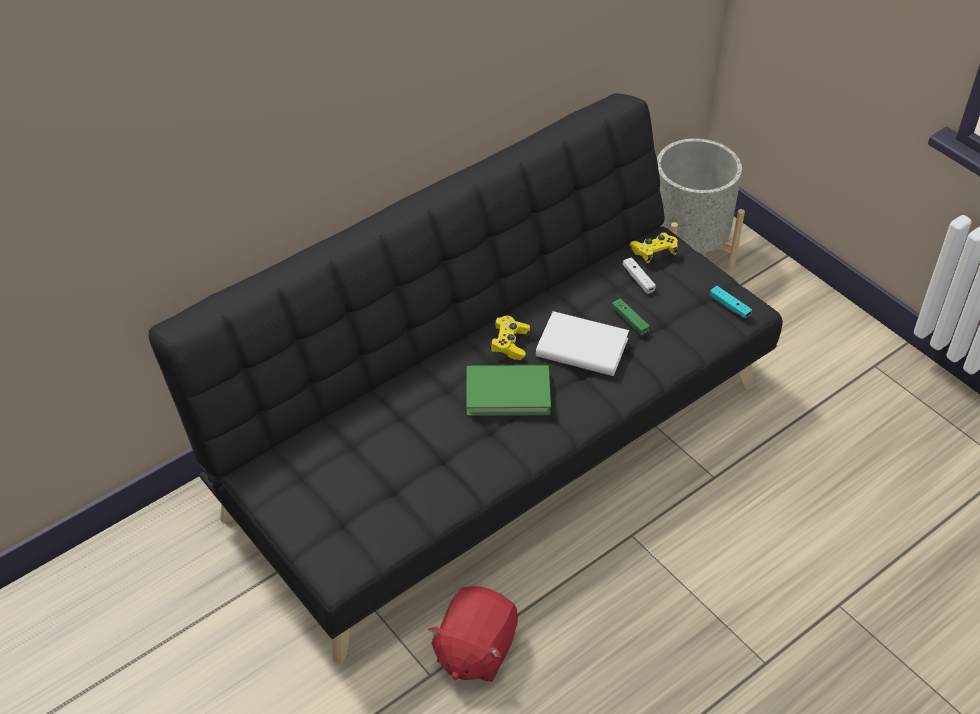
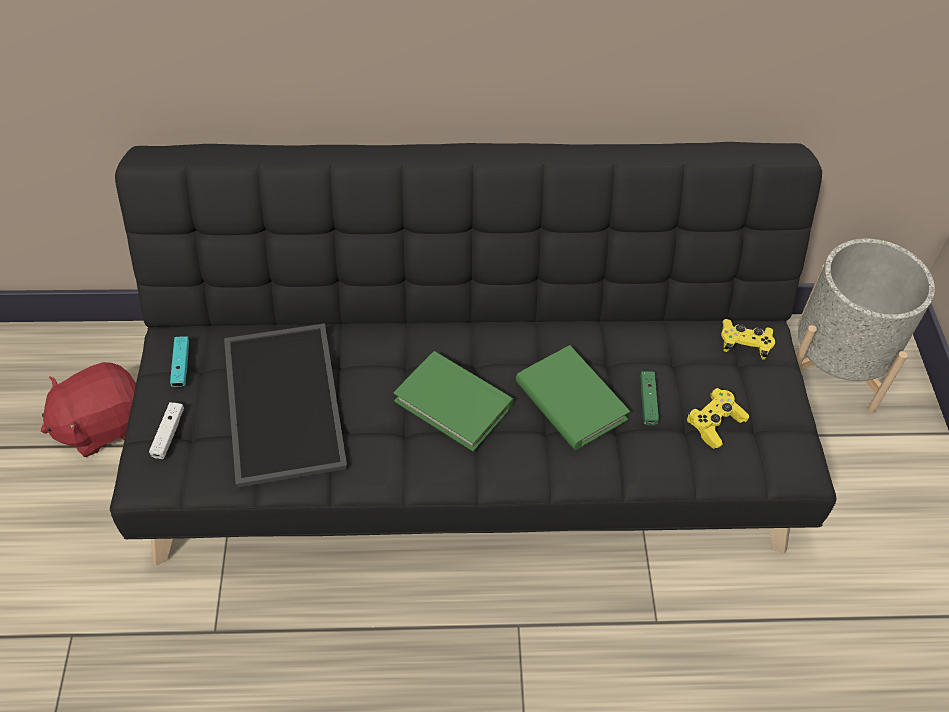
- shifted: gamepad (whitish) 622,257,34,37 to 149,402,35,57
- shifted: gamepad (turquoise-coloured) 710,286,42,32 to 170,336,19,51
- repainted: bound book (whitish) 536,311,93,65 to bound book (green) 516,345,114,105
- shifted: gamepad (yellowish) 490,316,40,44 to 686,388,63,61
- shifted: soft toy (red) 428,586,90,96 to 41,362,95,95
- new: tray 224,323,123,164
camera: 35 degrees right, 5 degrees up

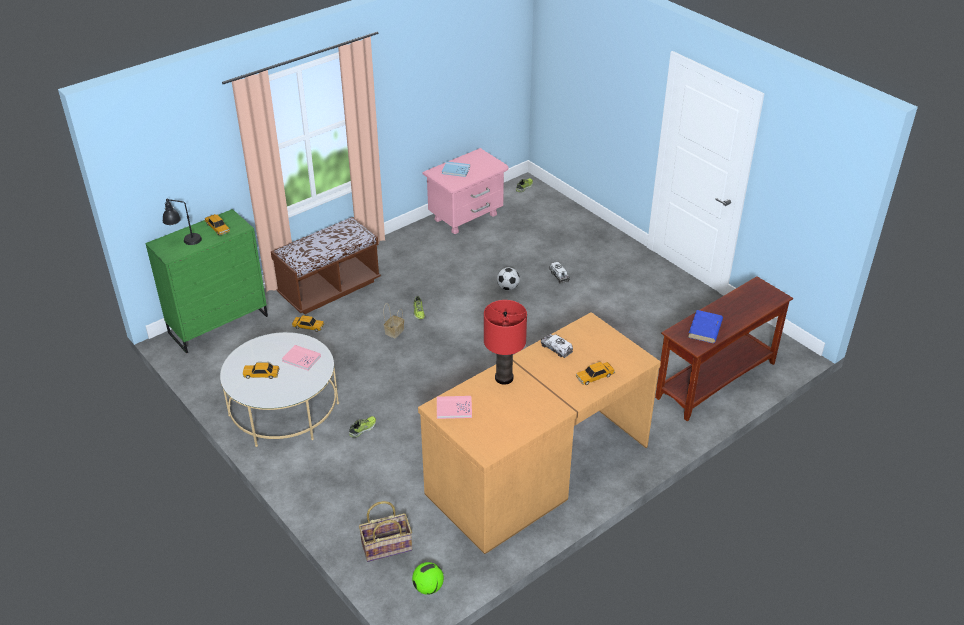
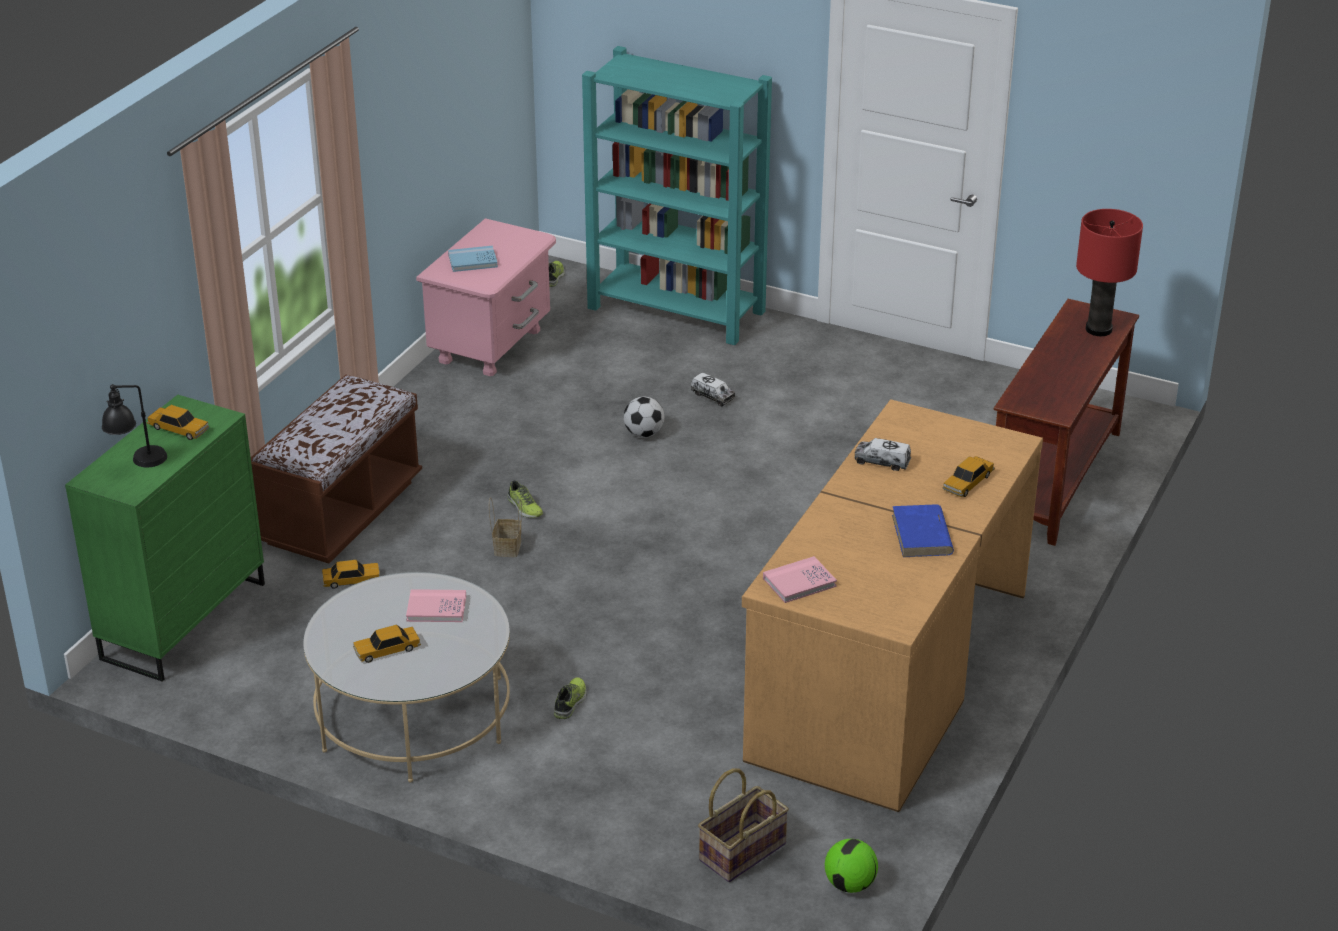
- shifted: table lamp (red) 484,300,43,85 to 1076,209,67,127
- shifted: bound book (blue-coloured) 688,310,35,33 to 892,504,62,53
- new: bookcase (turquoise-coloured) 582,46,190,299
camera: 25 degrees left, 5 degrees down

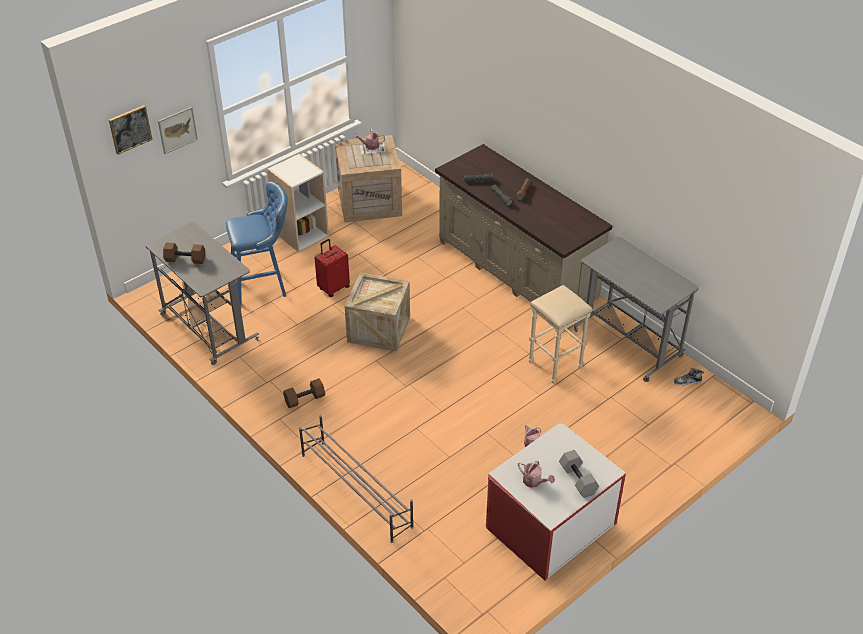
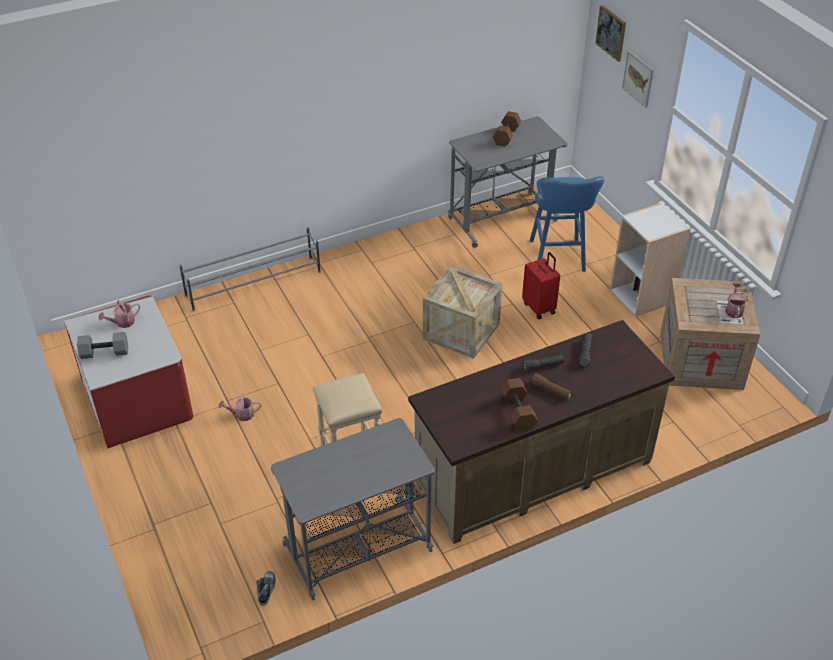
- shifted: dumbbell (brown-coloured) 283,378,42,30 to 501,378,37,54
camera: 105 degrees right, 0 degrees up

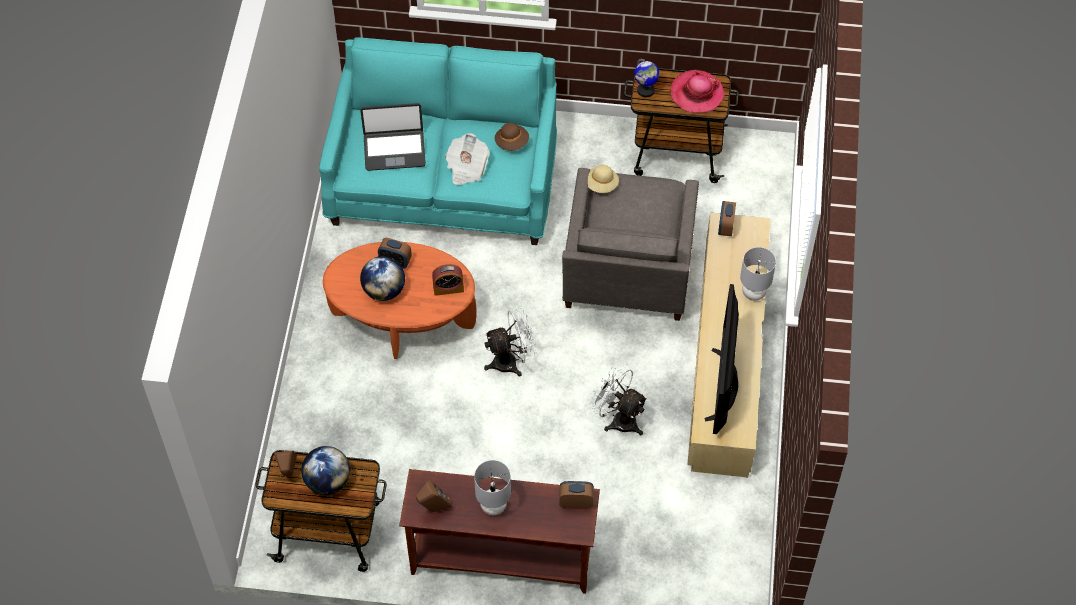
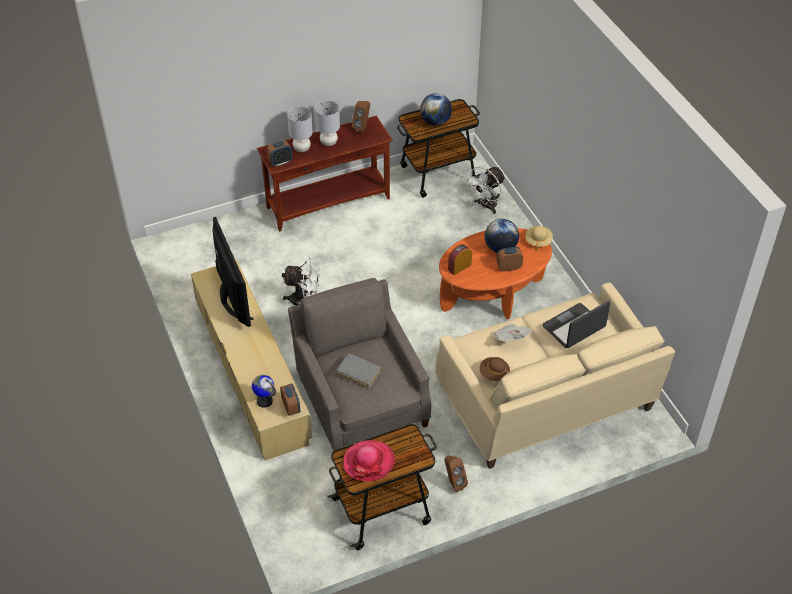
- repainted: sofa (turquoise-coloured) 319,37,238,208 to sofa (beige-coloured) 435,282,240,187
- shifted: desk globe 634,59,25,38 to 252,375,24,33
- shifted: hat (beige-coloured) 588,165,31,28 to 526,226,27,25
- shifted: table lamp (gray) 740,247,36,54 to 287,106,26,46
- shifted: cooling fan (whitish) 484,307,53,69 to 465,167,41,47
- shifted: audio speaker (brown-coloured) 274,451,23,26 to 445,456,23,37
- new: bound book (gray) 337,353,44,36
camera: 150 degrees right, 10 degrees down

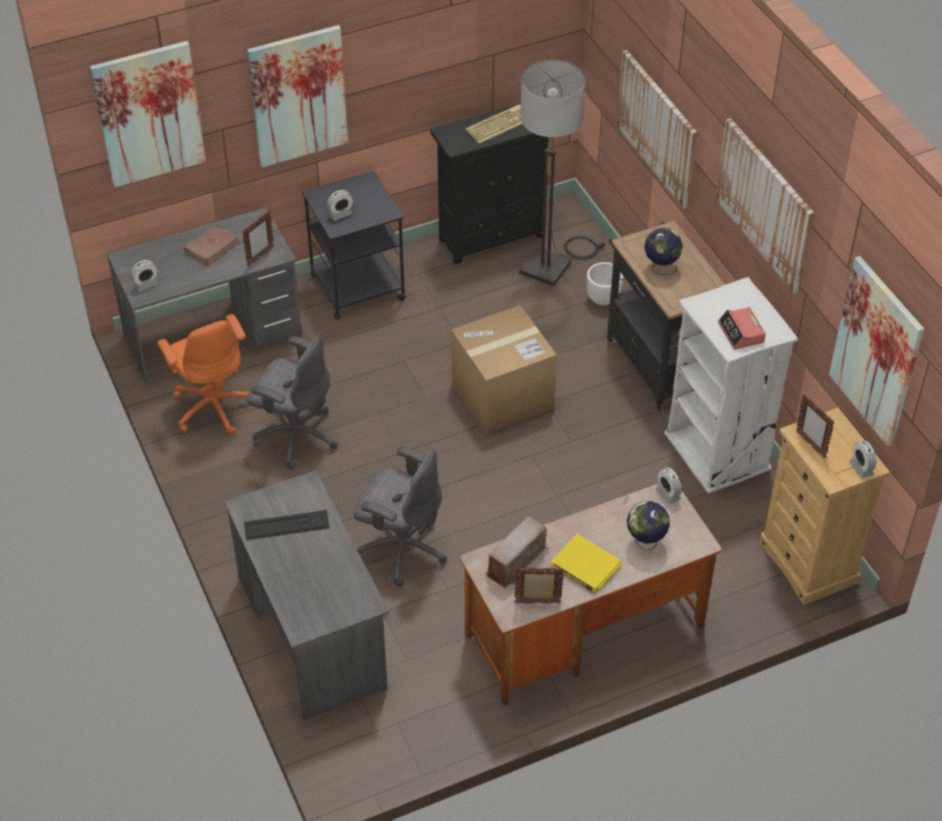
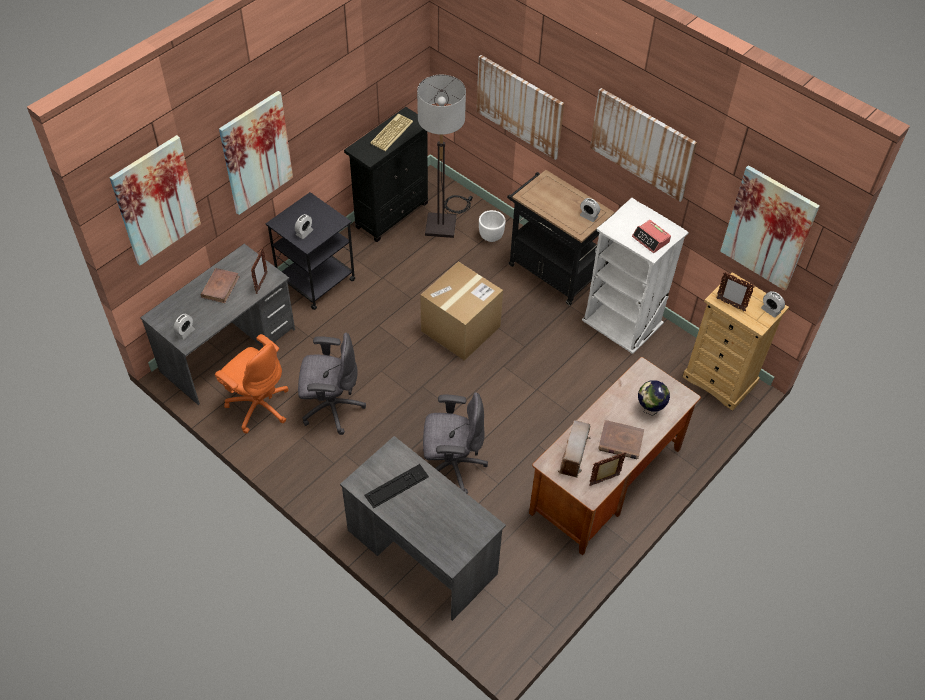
- gone: desk globe 644,228,39,47
- shifted: bedside clock 656,467,26,37 to 580,198,20,24
- repainted: bound book (yellowish) 551,534,70,60 to bound book (brown-coloured) 598,420,46,39
camera: 25 degrees left, 5 degrees up

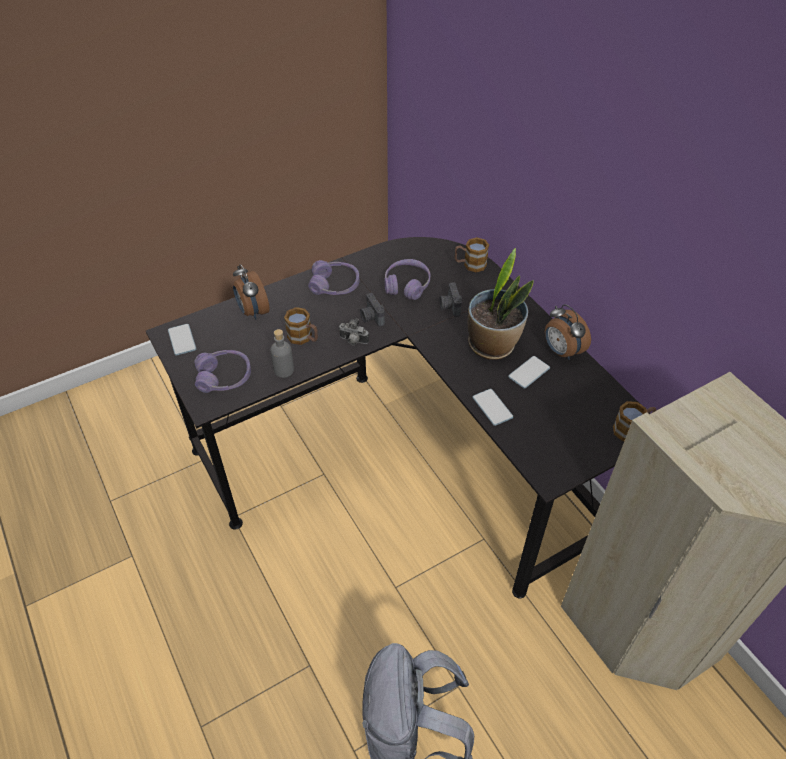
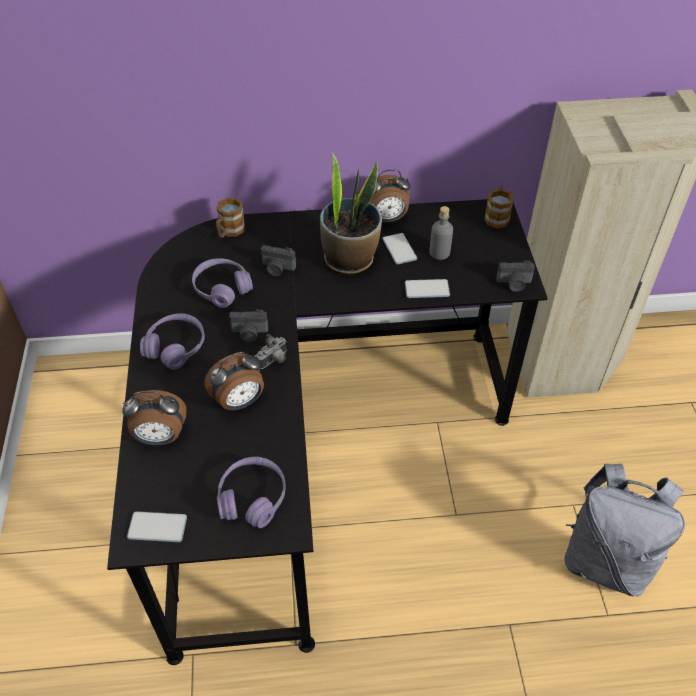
- swapped: tea mug 284,307,34,38 to bedside clock 204,352,60,58
- shifted: bottle (gray) 270,329,24,49 to 429,206,24,54
- new: photo camera 496,261,39,31
camera: 65 degrees left, 0 degrees up

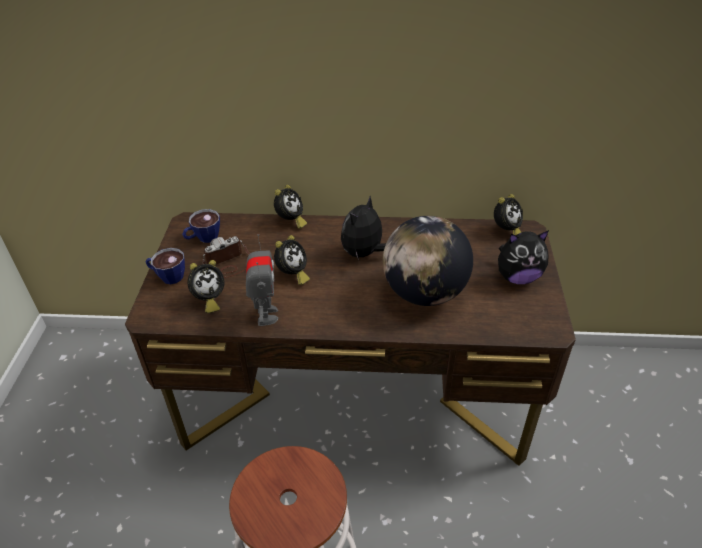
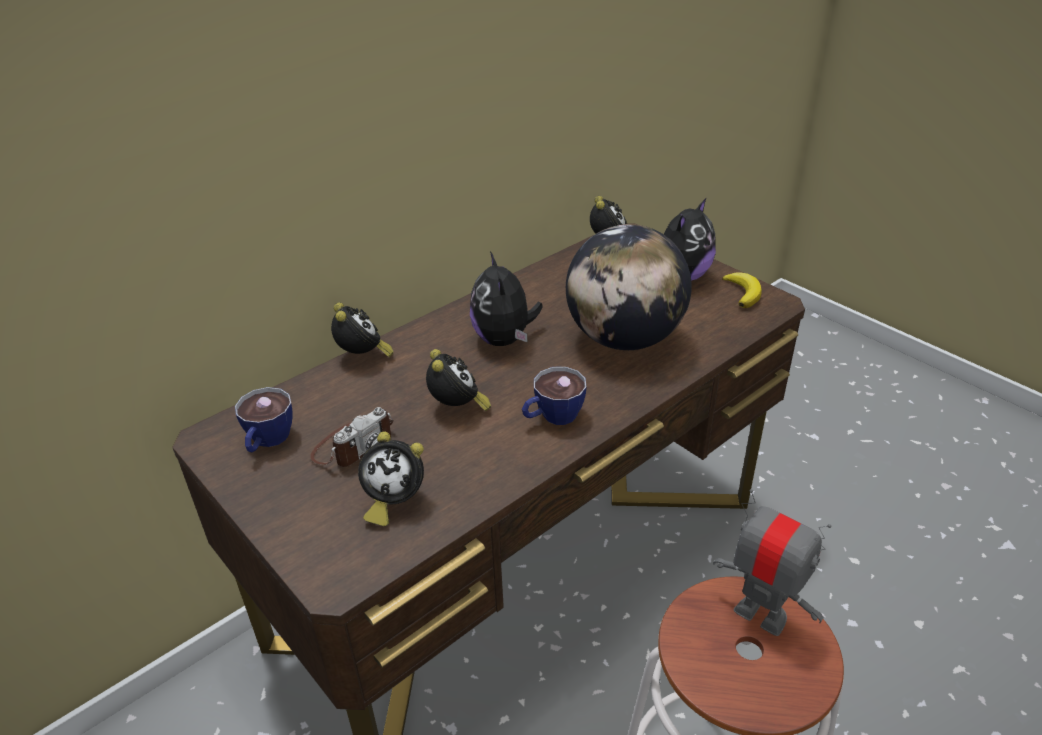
- shifted: robot figure 246,234,32,92 to 713,489,118,147
- rotated: photo camera 202,236,48,42 = 310,407,83,60 150 degrees counterclockwise
- shifted: drinking cup 146,248,39,36 to 522,367,64,58
- rotated: bedside clock 187,260,37,53 = 358,432,66,94 90 degrees clockwise
- new: banana fruit 722,272,40,36
camera: 45 degrees left, 5 degrees down

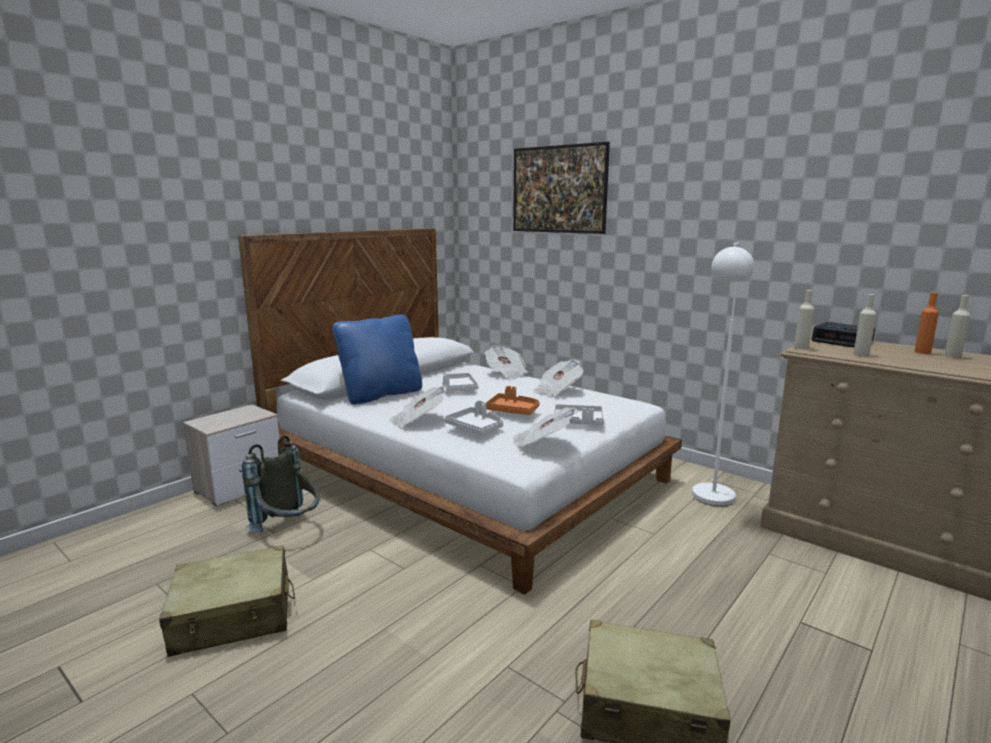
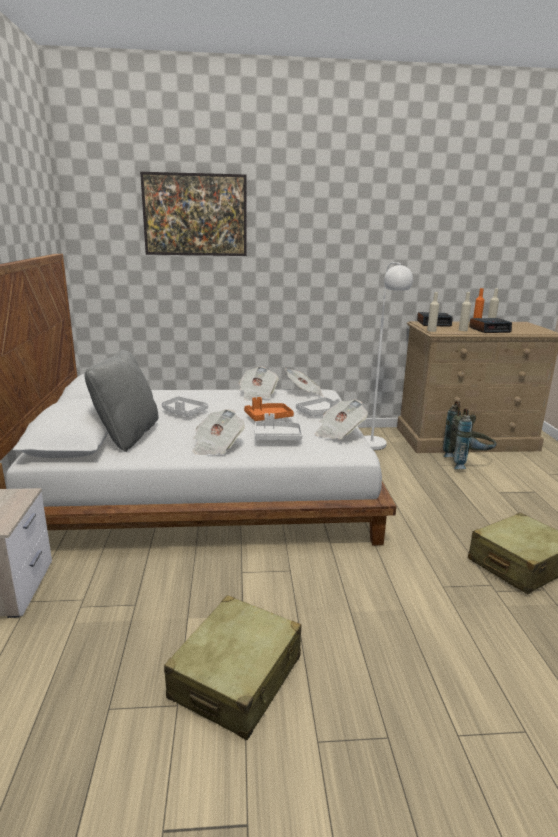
- repainted: throw pillow (blue-coloured) 332,315,90,90 to throw pillow (gray) 84,350,75,102
- shifted: printed paper 485,345,43,35 to 285,369,38,27
- shifted: knapsack (gray) 242,436,78,97 to 443,401,54,68
- new: bedside clock 469,318,43,15
camera: 45 degrees left, 5 degrees up

